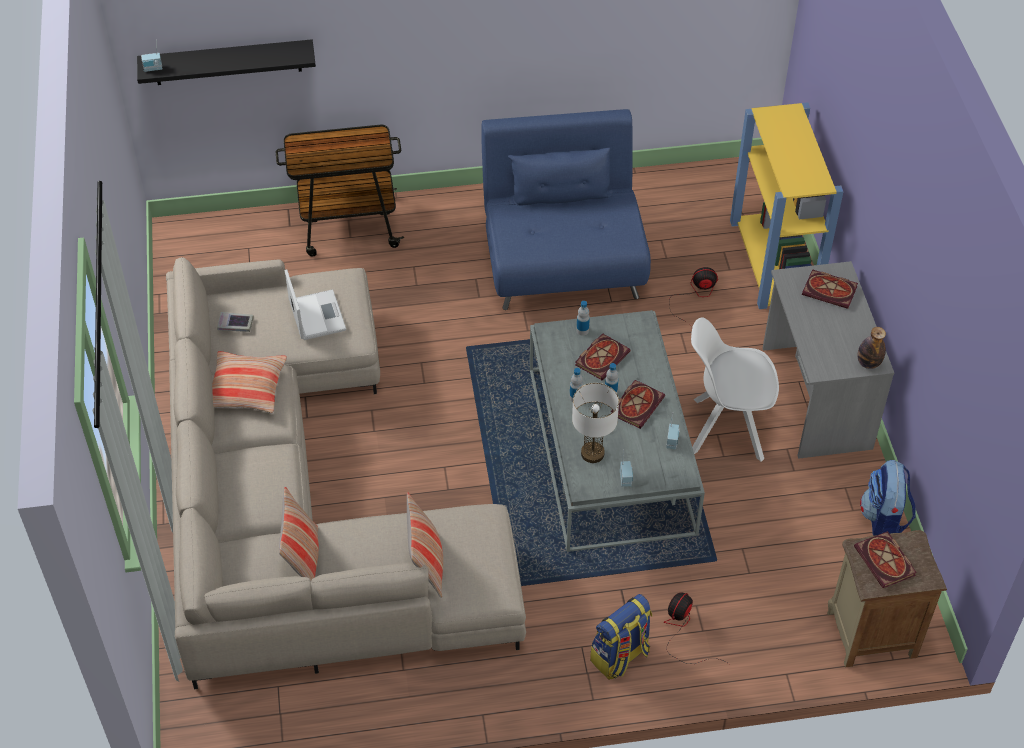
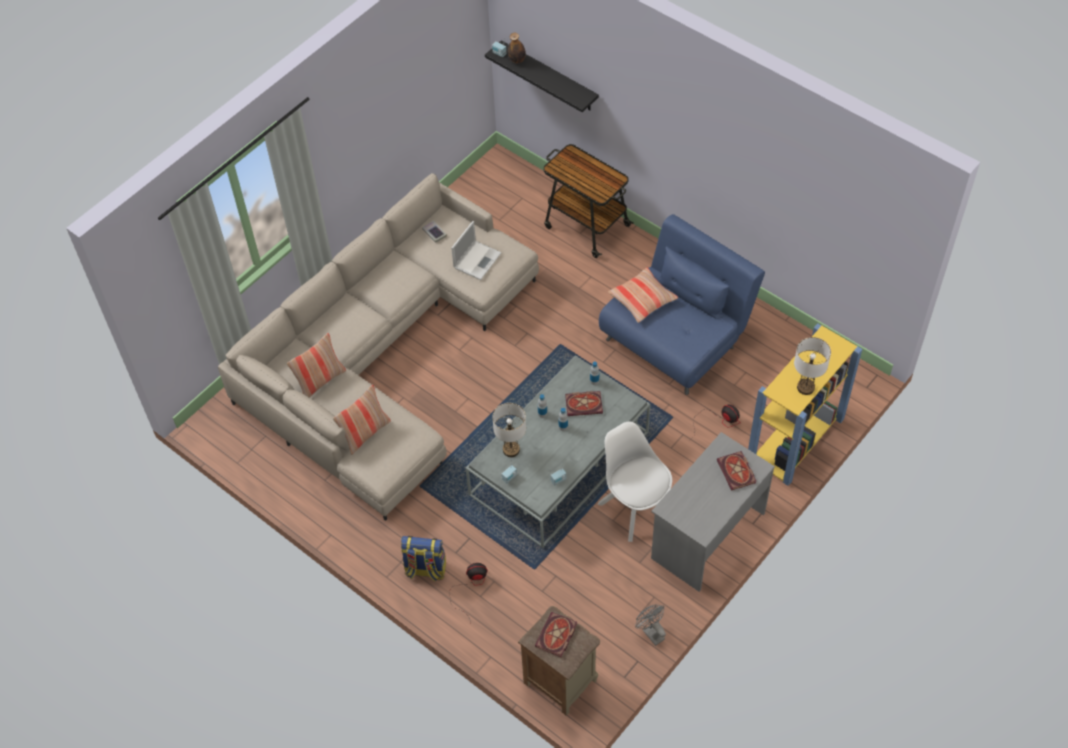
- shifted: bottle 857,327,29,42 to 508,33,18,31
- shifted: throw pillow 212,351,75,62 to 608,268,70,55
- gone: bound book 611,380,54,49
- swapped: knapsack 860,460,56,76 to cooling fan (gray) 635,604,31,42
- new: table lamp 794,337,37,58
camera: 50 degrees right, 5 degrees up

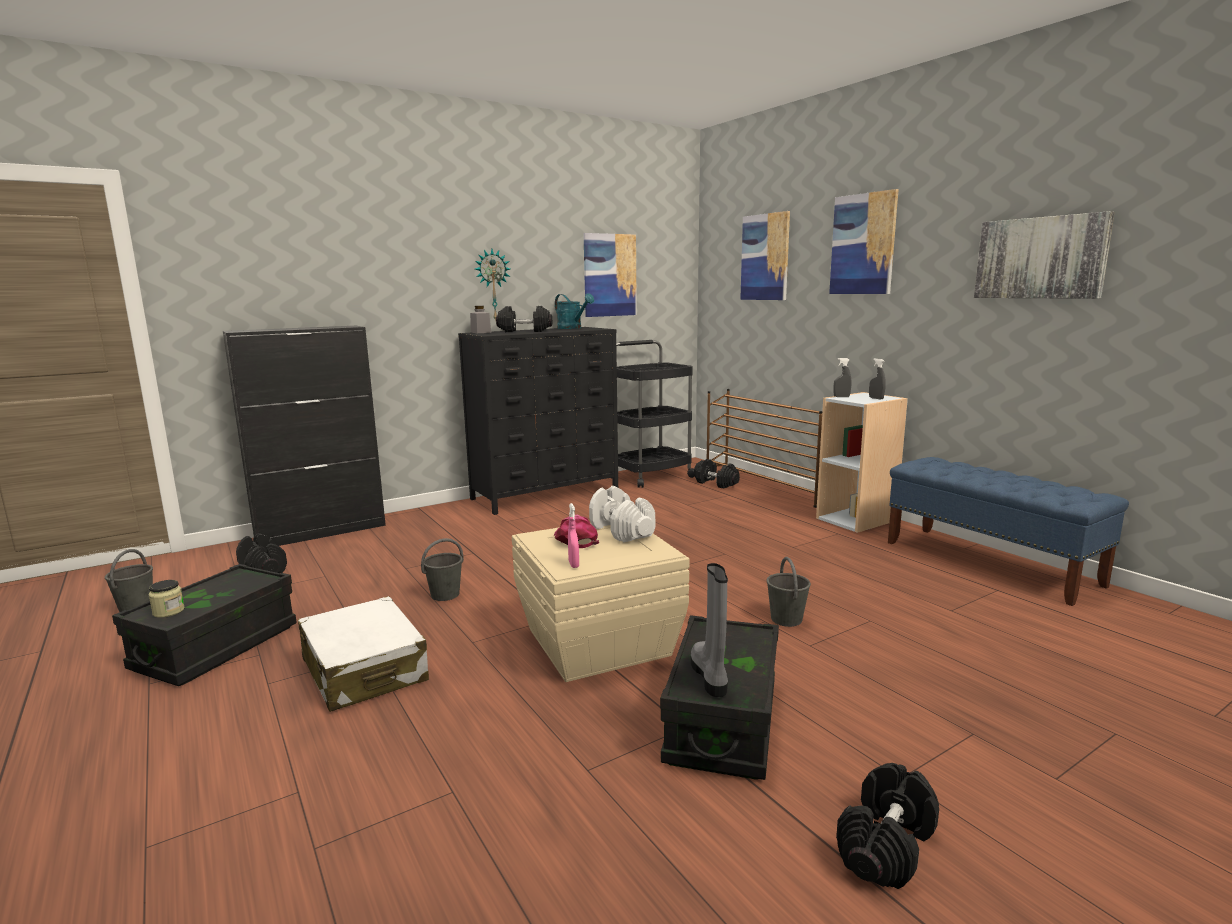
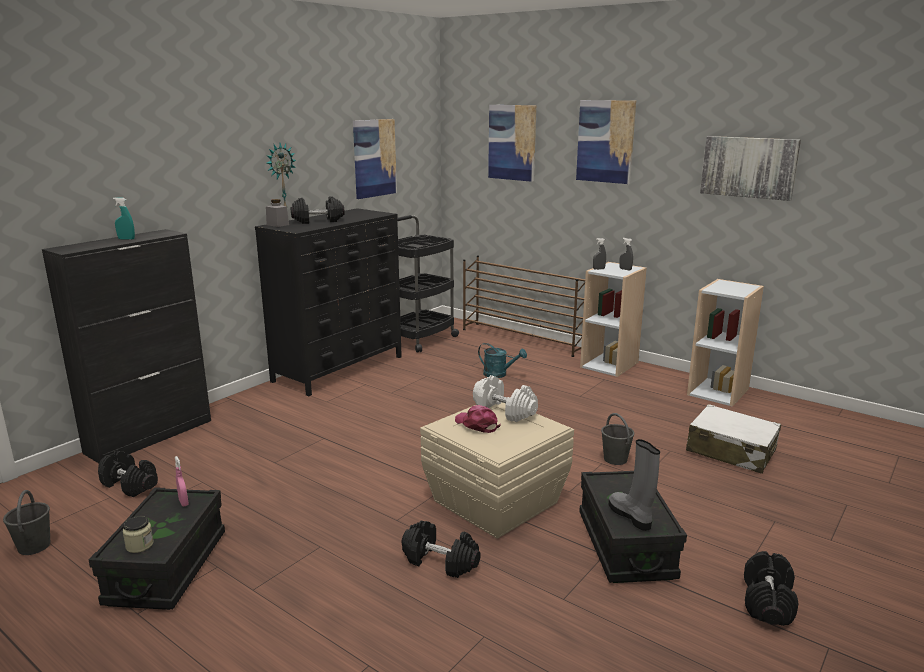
- shifted: sprinkling can (turquoise-coloured) 555,293,39,36 to 478,343,49,35
- swapped: indoor bench (blue-coloured) 888,457,241,149 to bookcase 687,279,77,128
- shifted: dumbbell (black-coloured) 694,459,46,30 to 402,521,79,57
- shifted: sprayer (pink) 568,503,11,65 to 175,456,14,50
- gone: pail (gray) 421,538,43,63
- shifted: piece of luggage (whitish) 298,596,131,116 to 686,404,95,70
- new: sprayer (turquoise-coloured) 113,197,22,43
camera: 20 degrees left, 5 degrees up

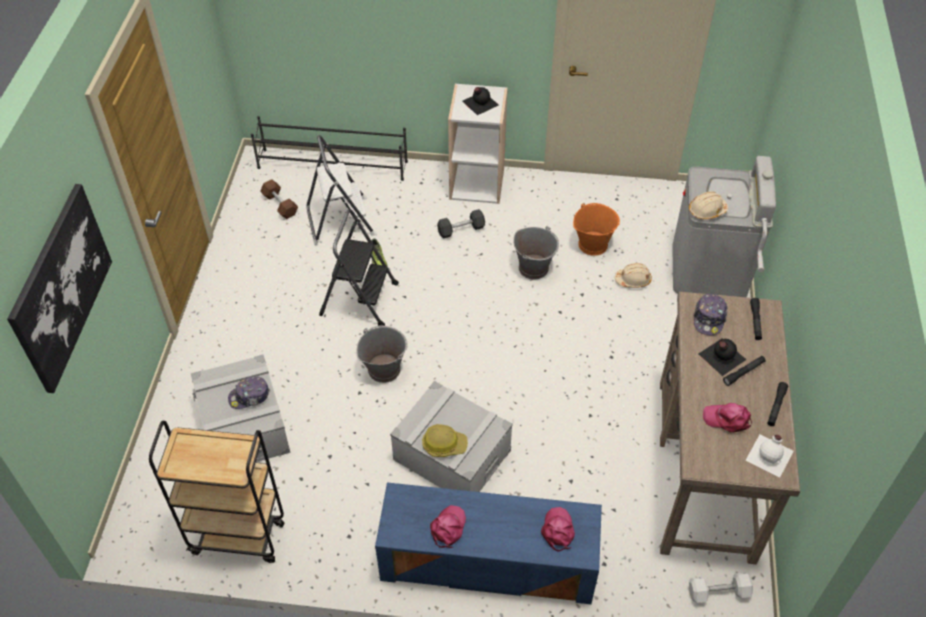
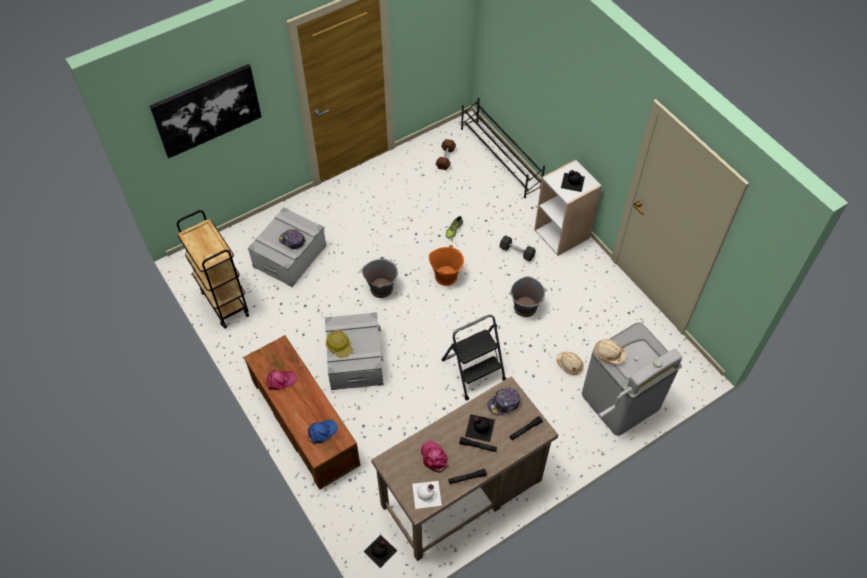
- gone: step stool (whitish) 306,135,71,110
- shifted: pail (orange-coloured) 573,203,47,53 to 429,245,35,41
- shifted: step stool (black-coloured) 319,210,80,116 to 442,315,64,86
- repainted: indoor bench (blue-coloured) 375,483,227,121 to indoor bench (brown-coloured) 244,335,116,155
- repainted: baseball cap (pink) 541,507,34,45 to baseball cap (blue-coloured) 308,420,30,25
- swapped: dumbbell (whitish) 689,573,64,30 to bottle (black-coloured) 364,535,33,33
camera: 50 degrees right, 5 degrees up

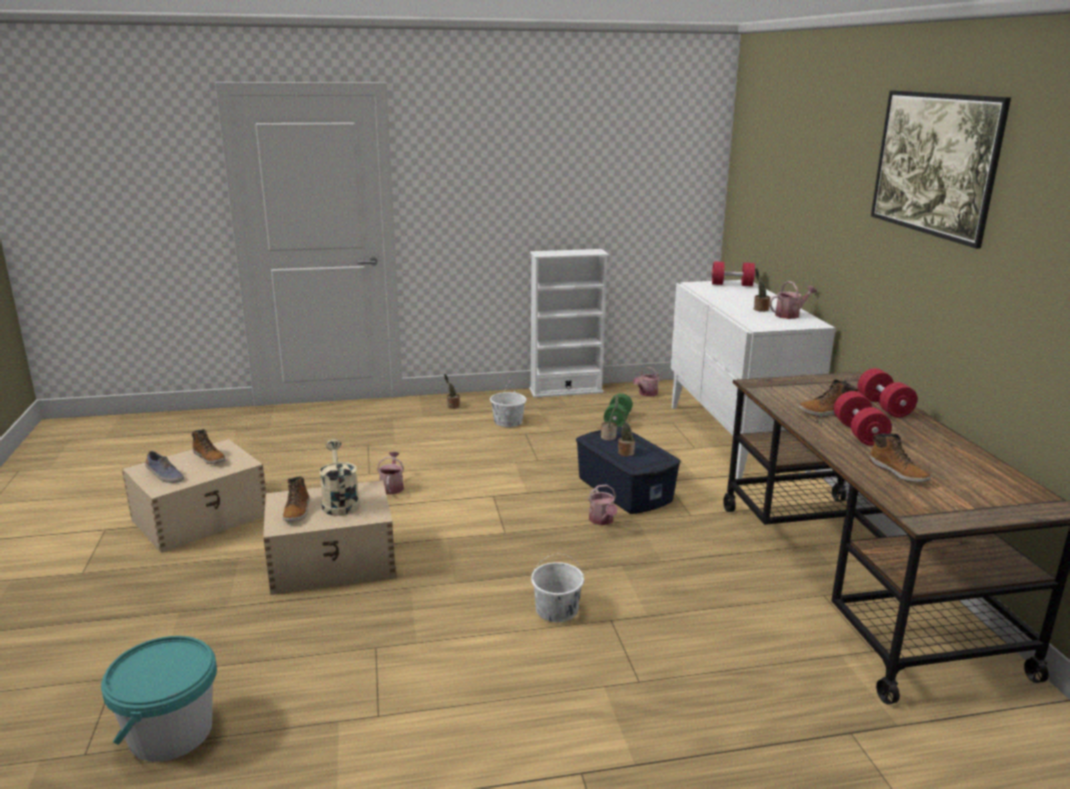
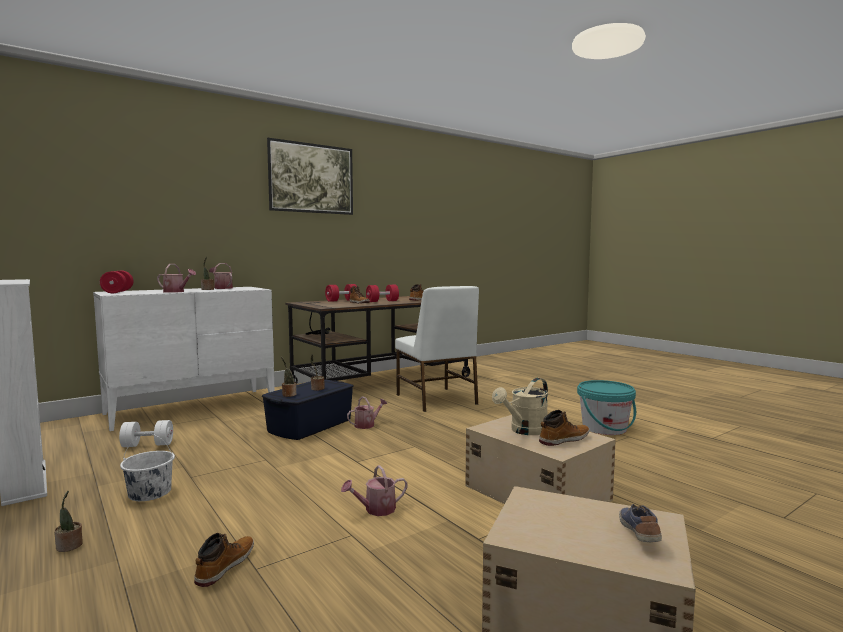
- shifted: sprinkling can 633,367,27,30 to 157,264,39,29
- repainted: dumbbell (green) 604,393,29,34 to dumbbell (whitish) 119,420,54,27
- shifted: tall boot 192,429,34,35 to 194,533,60,54
- gone: pail (whitish) 531,553,53,69
- shifted: pail (turquoise-coloured) 101,636,116,126 to 577,380,59,55
- new: plain chair (whitish) 395,286,84,126
camera: 115 degrees left, 15 degrees down

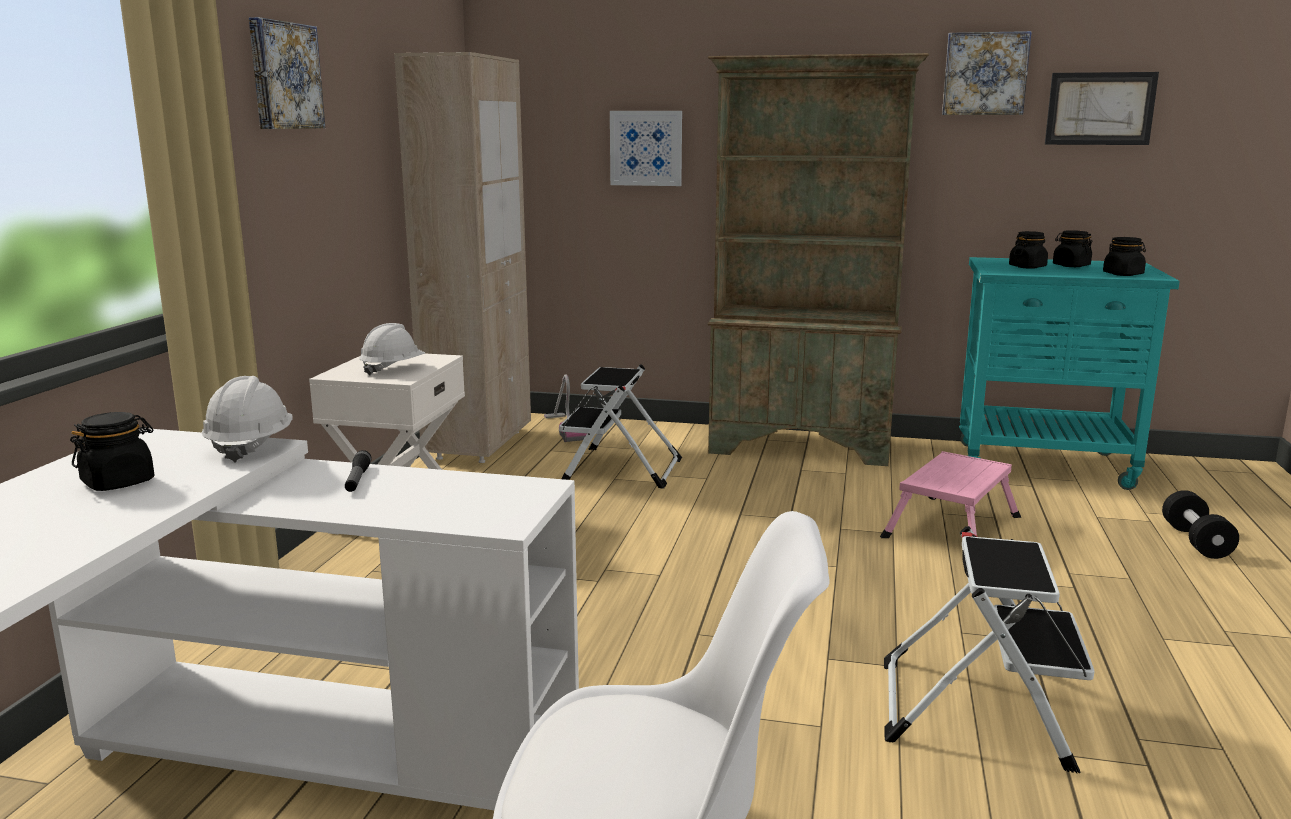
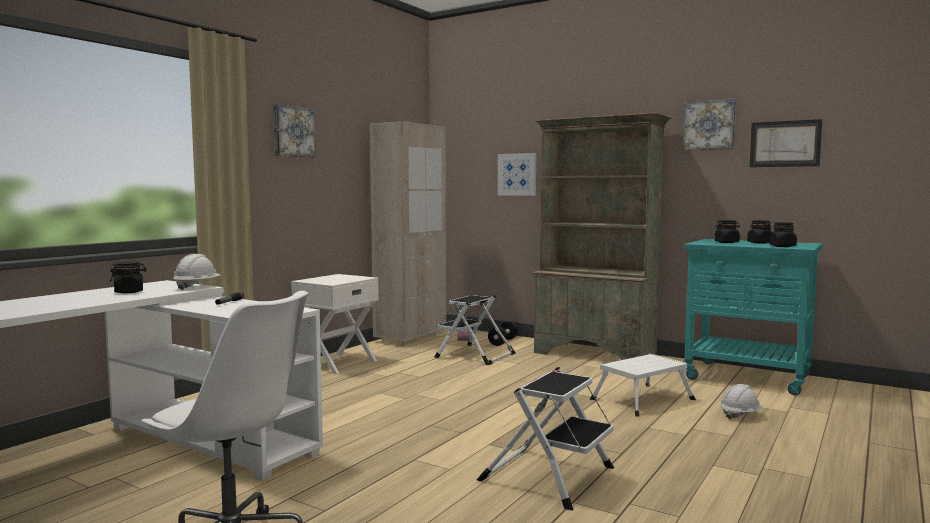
- shifted: hard hat (whitish) 359,323,66,53 to 720,384,43,36
- repainted: step stool (pink) 880,451,141,87 to step stool (whitish) 590,354,106,63
- shifted: dumbbell (black-coloured) 1162,490,77,69 to 488,321,30,25
camera: 20 degrees right, 10 degrees down

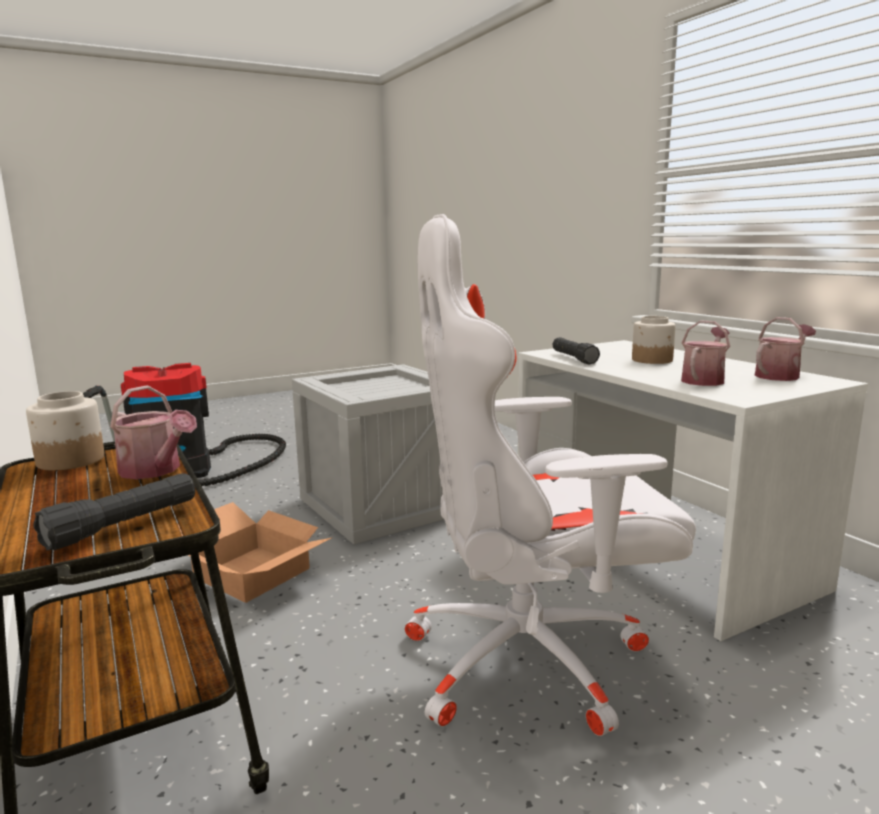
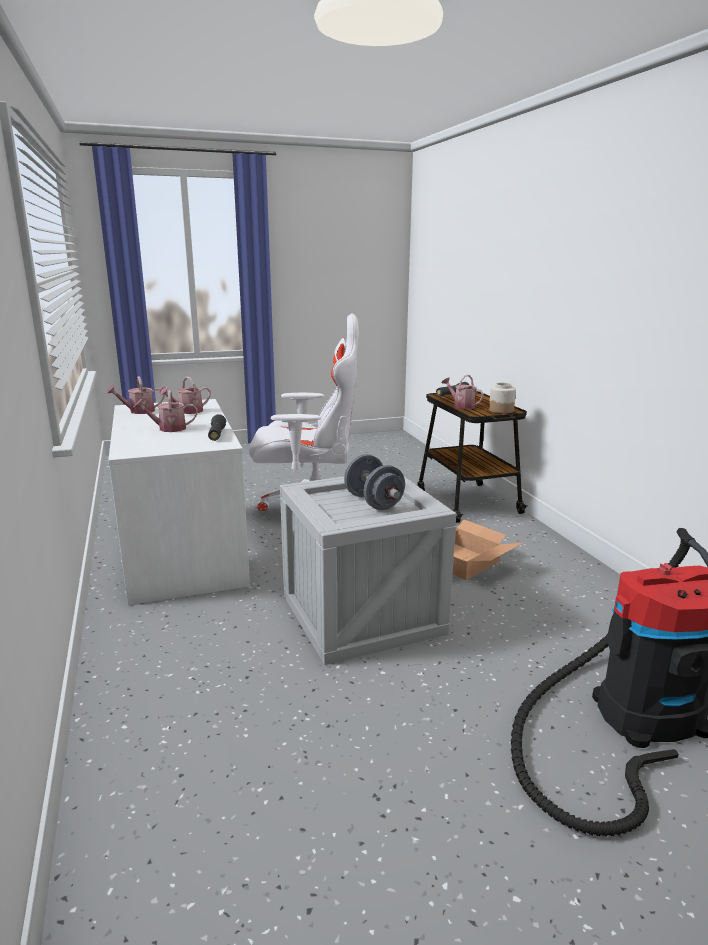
- swapped: jar 632,316,44,48 to sprinkling can 133,390,65,42
- new: dumbbell (gray) 344,454,61,56
camera: 170 degrees left, 5 degrees up

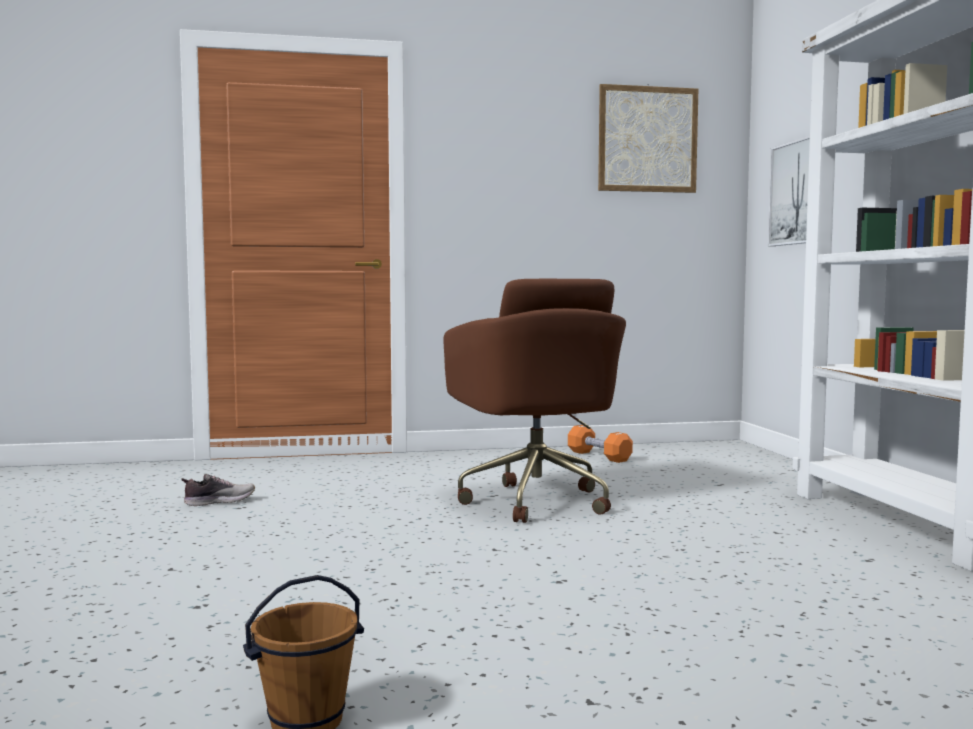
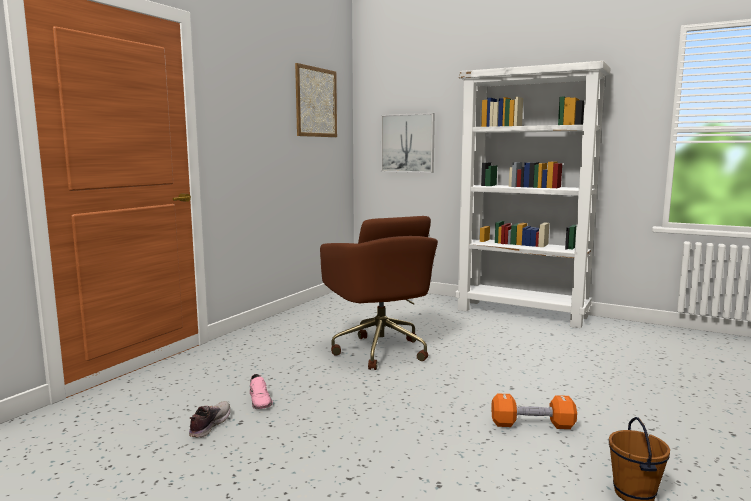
- rotated: computer chair (brown-coloured) 443,279,183,244 = 320,216,118,154 45 degrees clockwise
- shifted: dumbbell (orange-coloured) 568,425,65,38 to 491,393,86,36
- new: shoe (pink) 250,374,23,35
camera: 50 degrees left, 5 degrees up

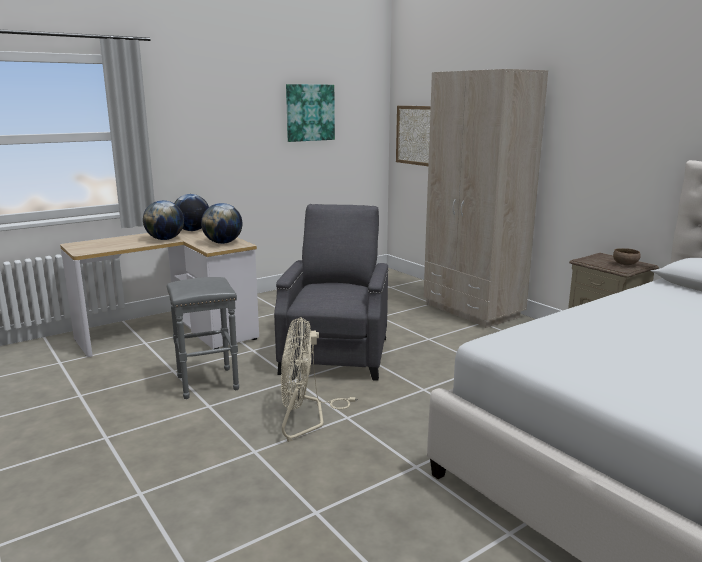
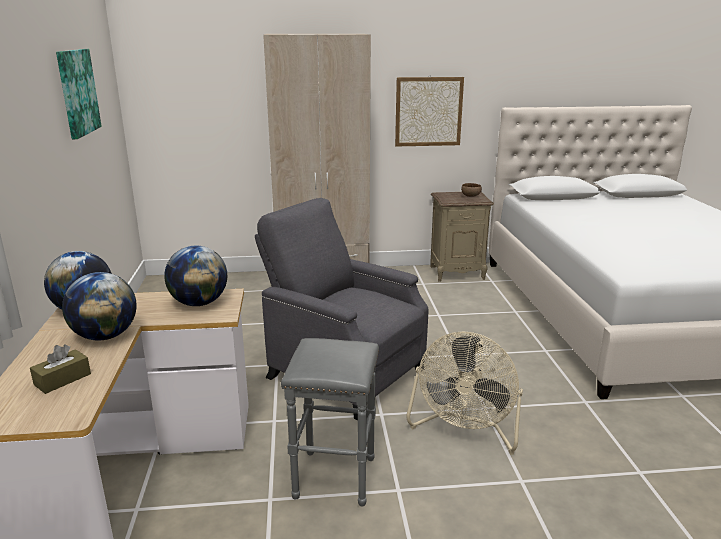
- shifted: wall art 396,104,35,62 to 395,76,69,70
- new: box of tissues (brown-coloured) 30,344,61,50
camera: 60 degrees left, 5 degrees up

